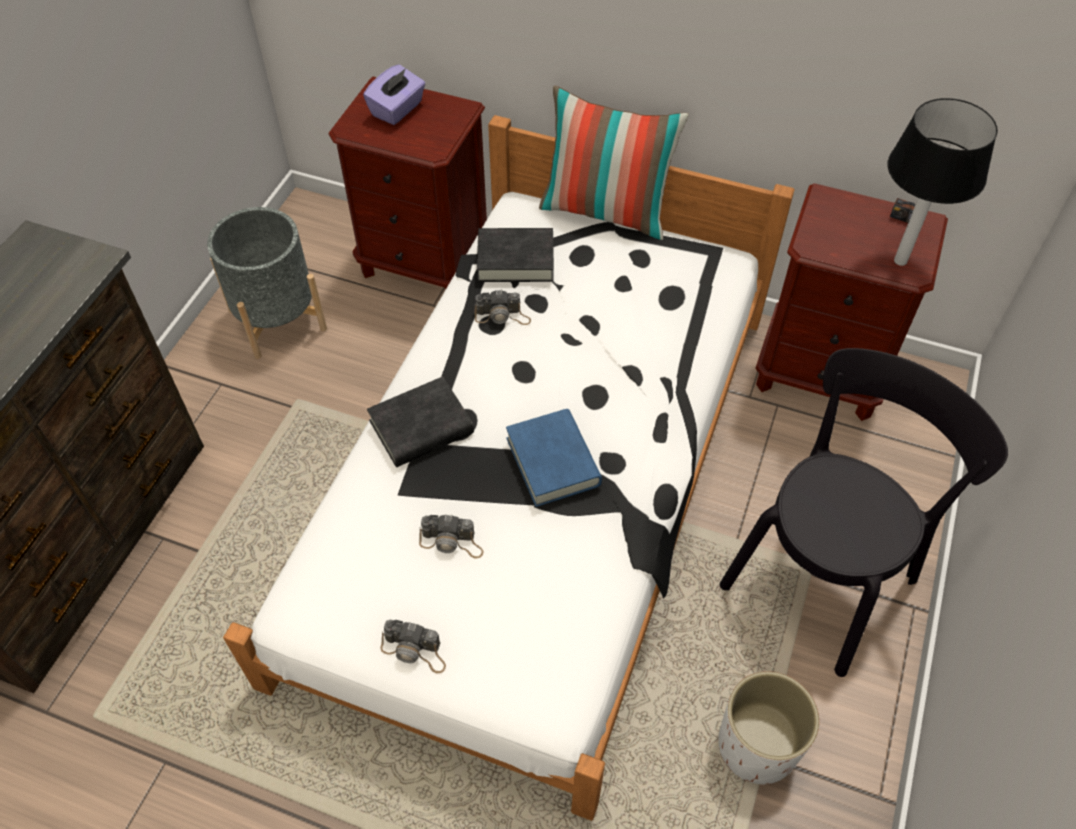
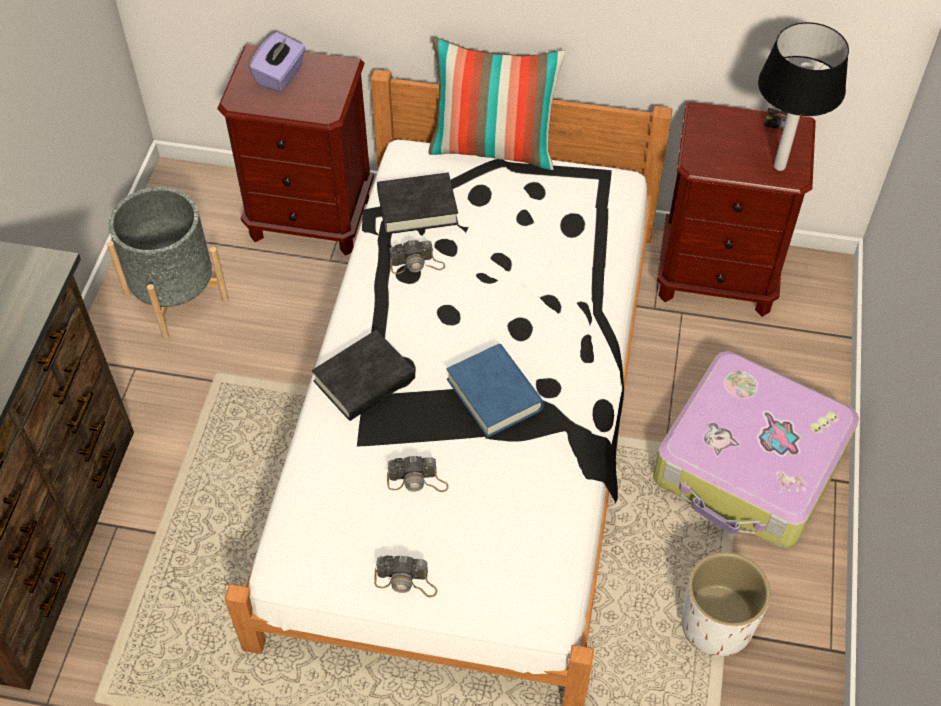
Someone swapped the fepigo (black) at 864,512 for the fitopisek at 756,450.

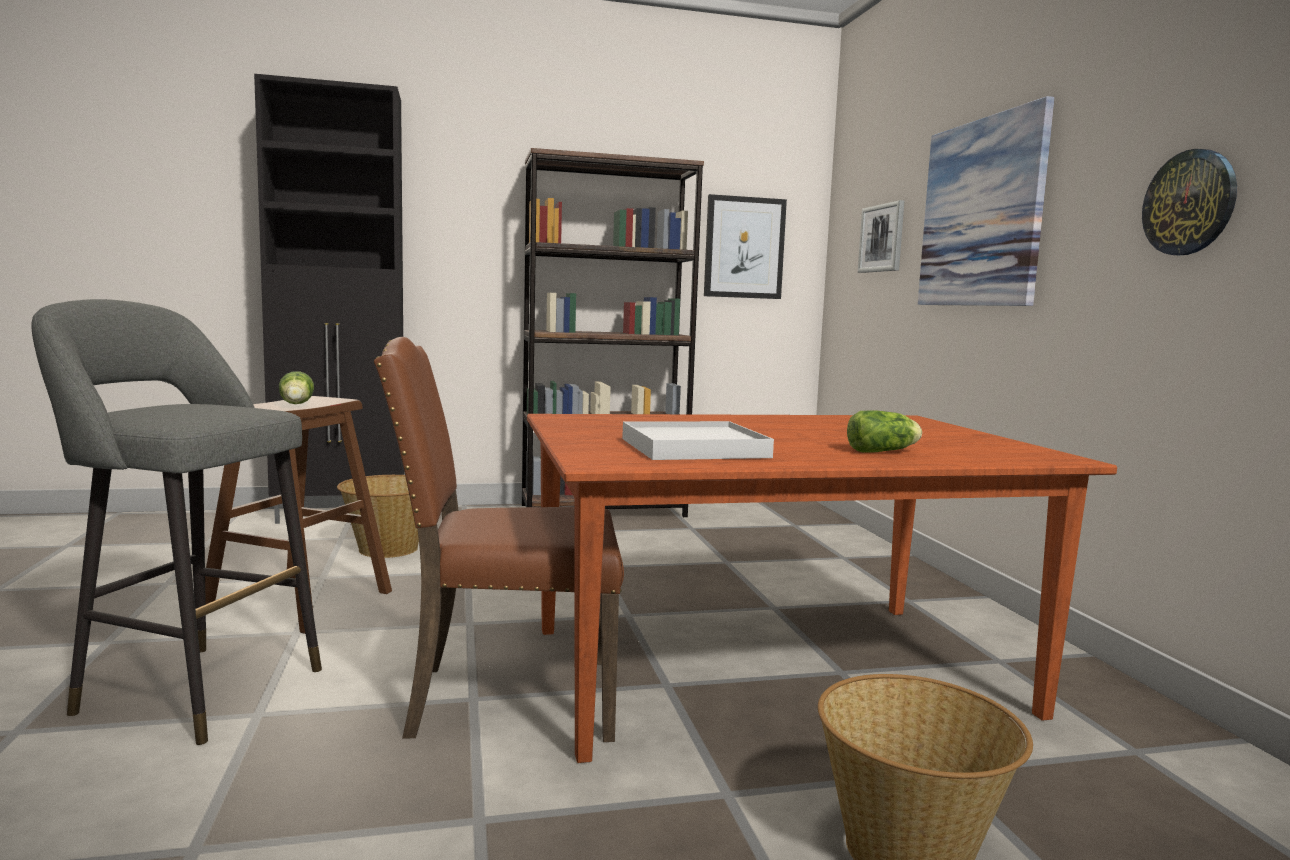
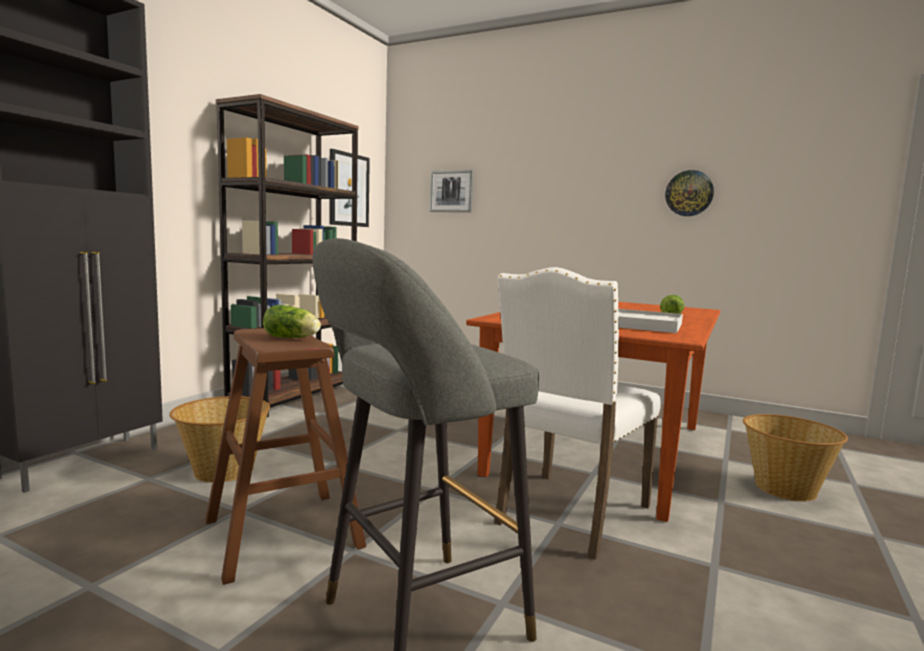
Someone took away the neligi at 986,201. Someone repainted the fepigo (brown) at 499,539, which became the fepigo (white) at 577,413.

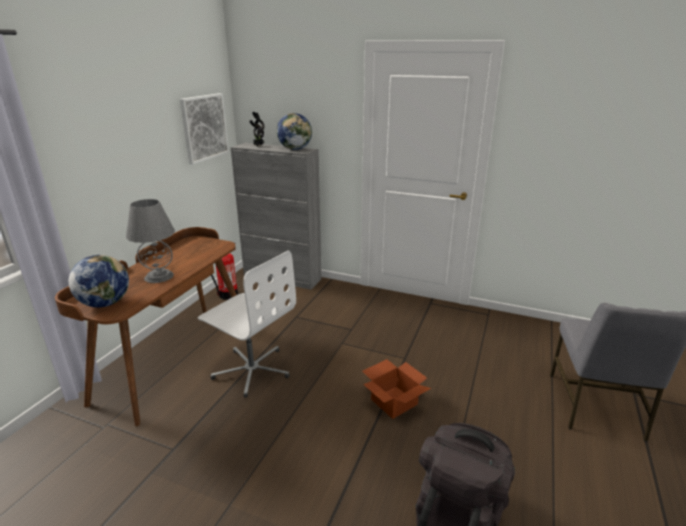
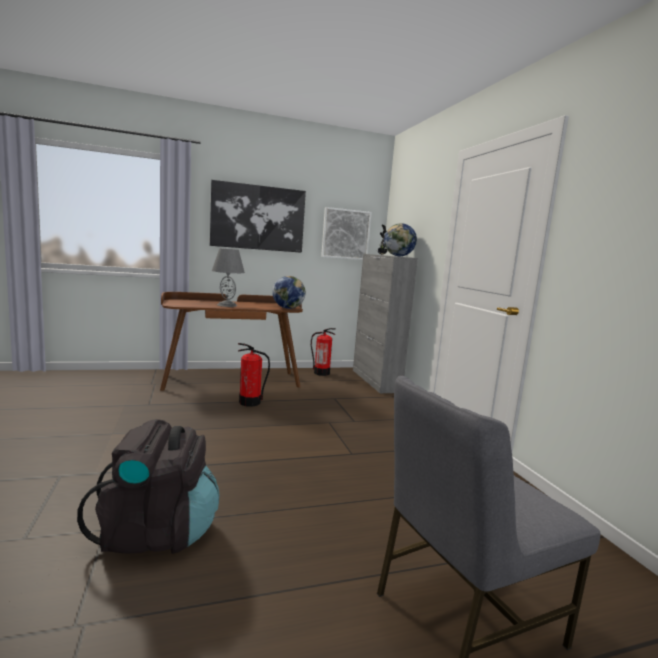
Someone took away the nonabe at 396,389. Someone put up the neligi at 258,216. Someone carried the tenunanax from 99,281 to 289,292. Someone swapped the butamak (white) at 247,324 for the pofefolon at 254,375.

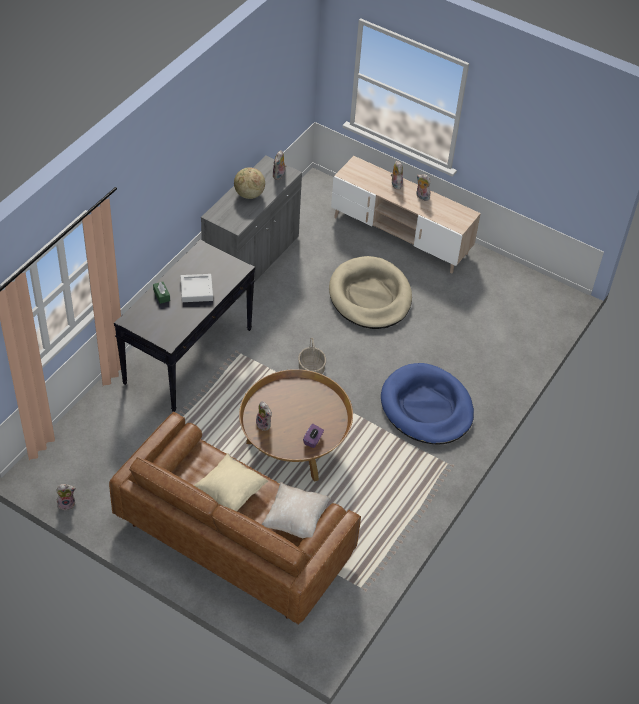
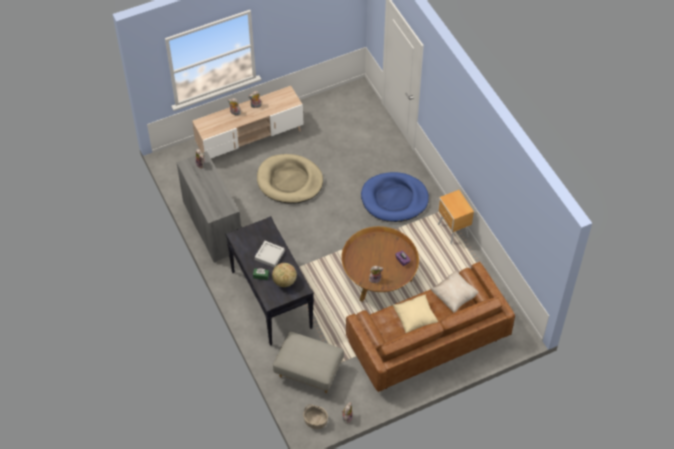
Someone put down the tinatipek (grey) at 308,362. Someone put down the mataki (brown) at 456,217. Someone carried the tenunanax from 249,183 to 284,275. Someone carried the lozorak from 312,356 to 315,416.

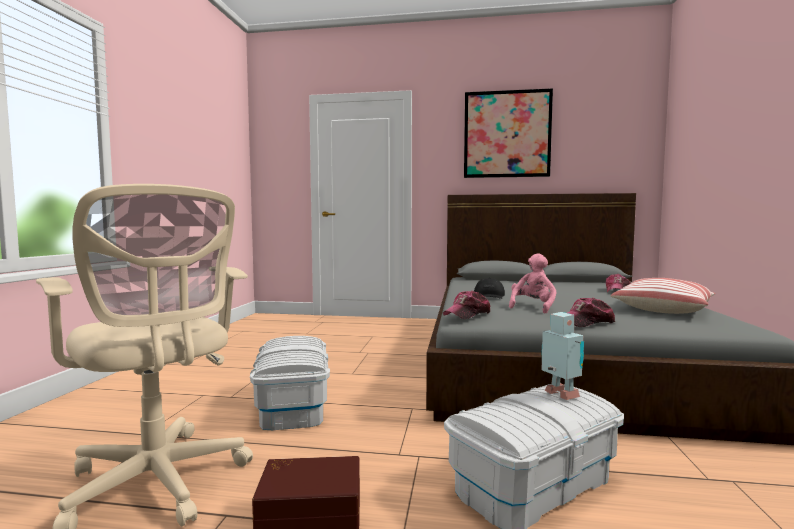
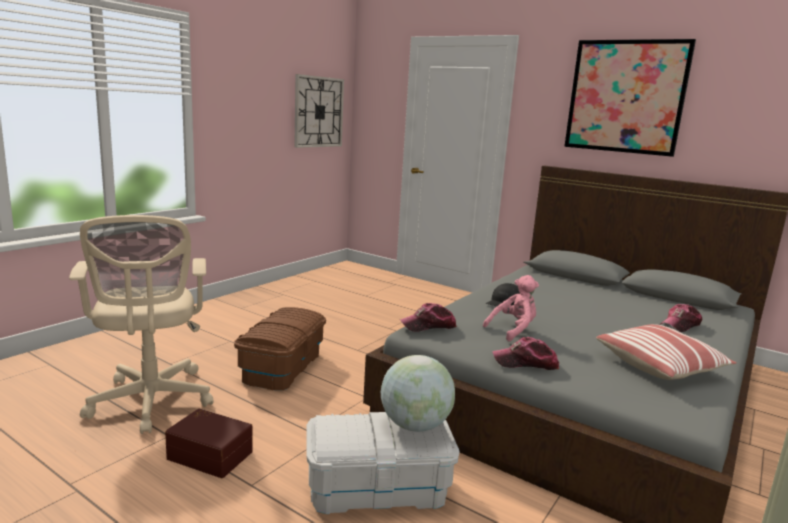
Someone put up the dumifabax at 319,111. Someone swapped the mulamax at 562,356 for the tenunanax at 418,393. Someone repainted the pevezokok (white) at 290,383, which became the pevezokok (brown) at 280,349.

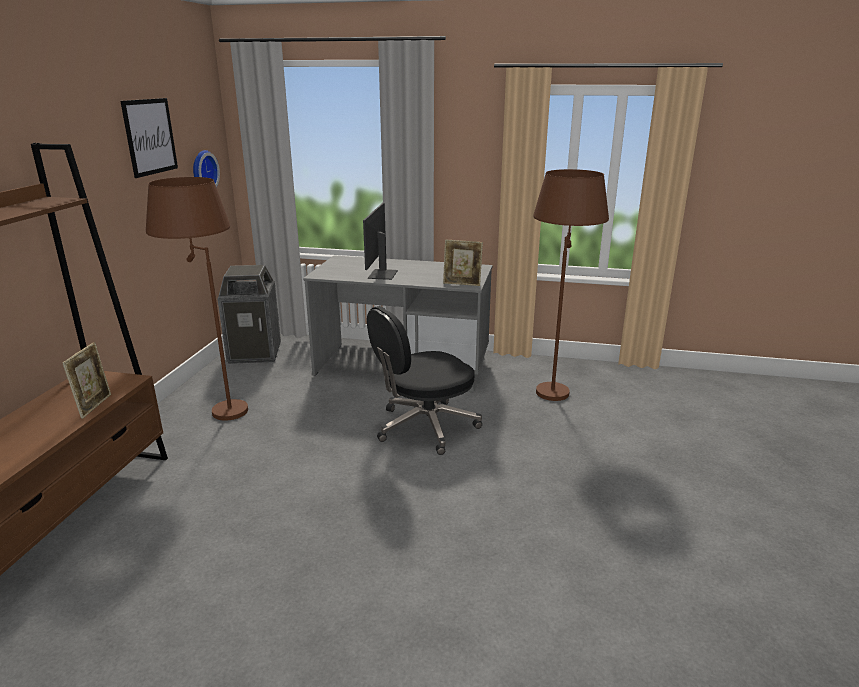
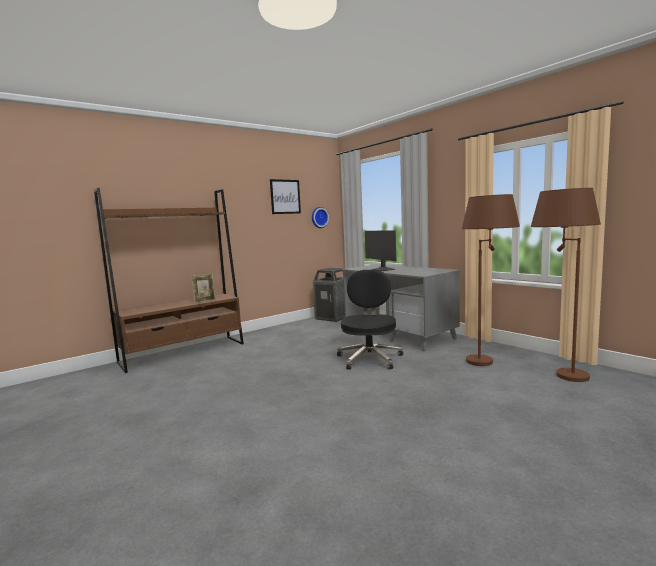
Someone took away the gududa at 463,262. Someone carried the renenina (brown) from 197,299 to 566,285. Someone rotated the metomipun at 380,241 by 75 degrees counterclockwise. Someone rotated the butamak (black) at 424,380 by 90 degrees clockwise.

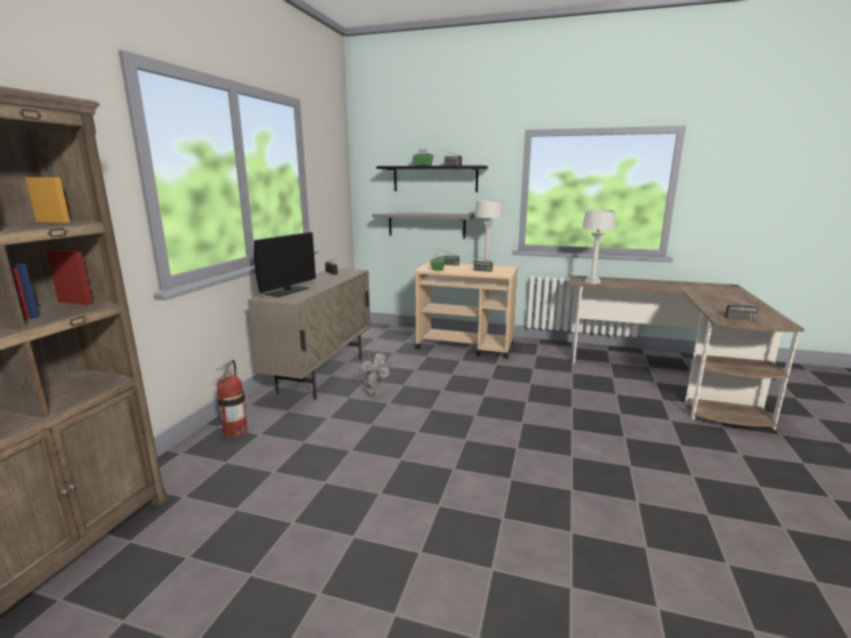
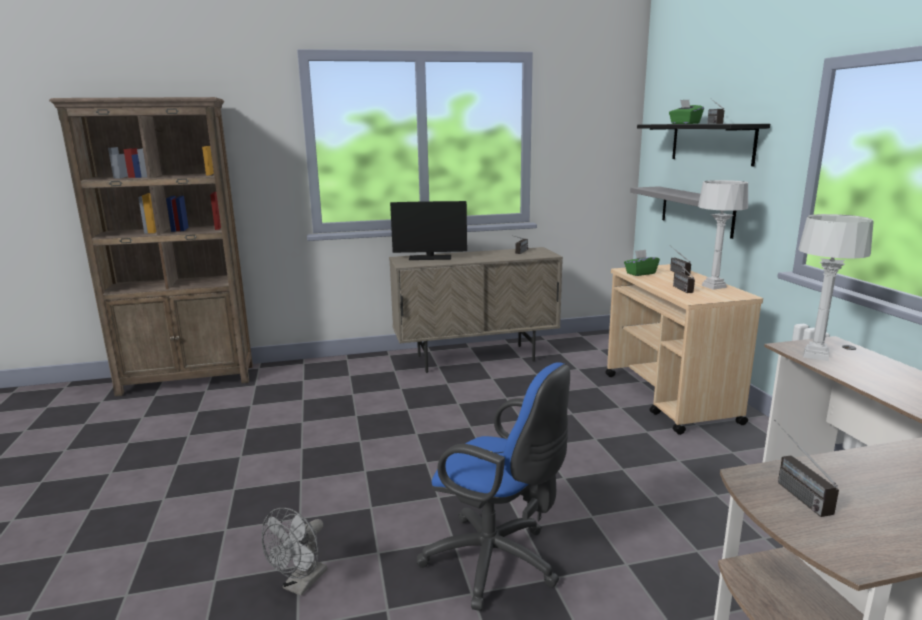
Someone took away the pofefolon at 232,399. Someone put down the butamak (blue) at 493,486. Someone carried the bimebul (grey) from 375,374 to 294,552.

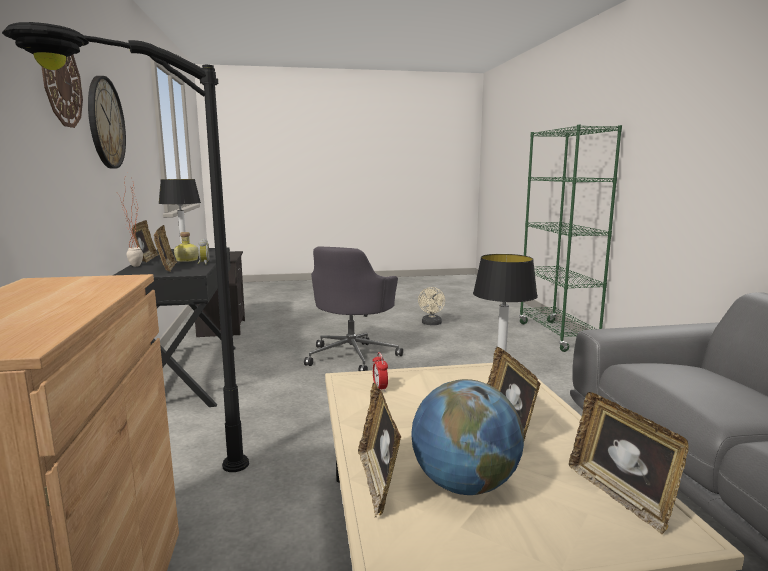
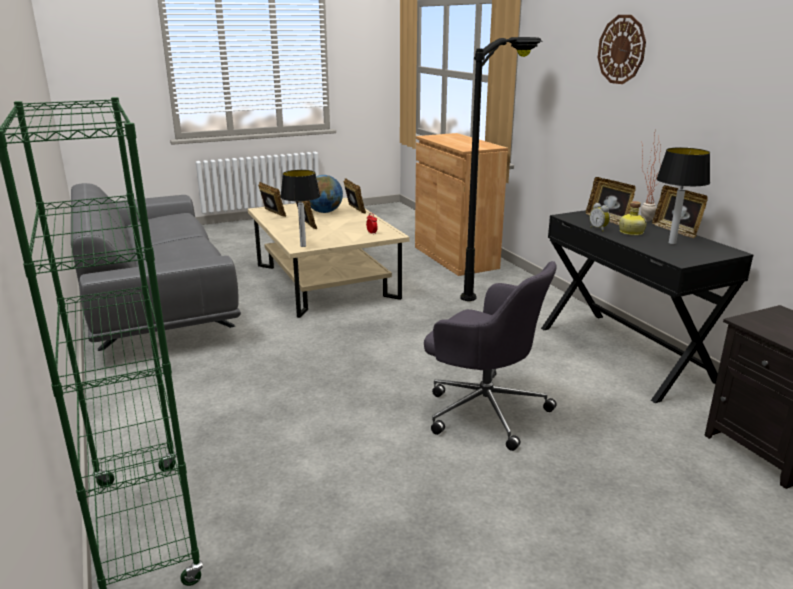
Someone took away the dumifabax at 107,122. Someone took away the bimebul (beige) at 431,306. Someone rotated the butamak (grey) at 353,309 by 120 degrees clockwise.

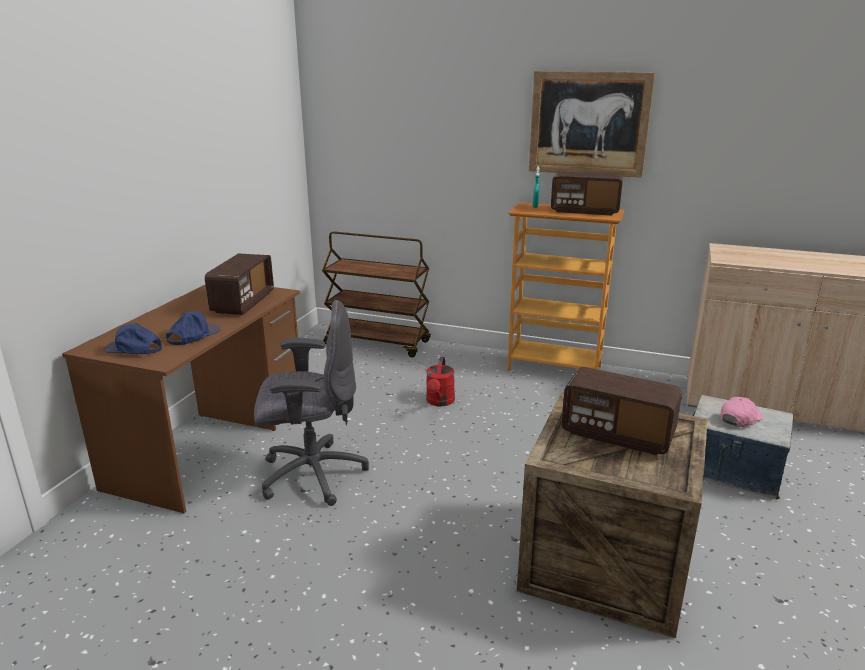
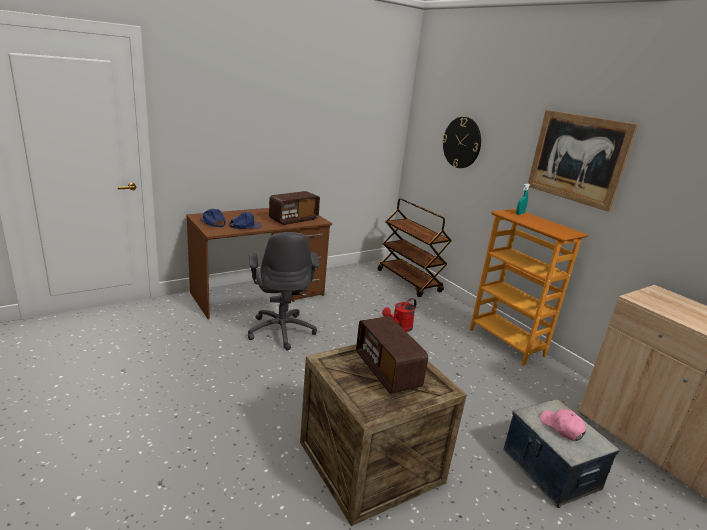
Someone took away the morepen at 587,193. Someone put up the dumifabax at 461,142. Someone rotated the butamak (grey) at 311,403 by 45 degrees clockwise. Someone rotated the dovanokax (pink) at 742,412 by 120 degrees counterclockwise.

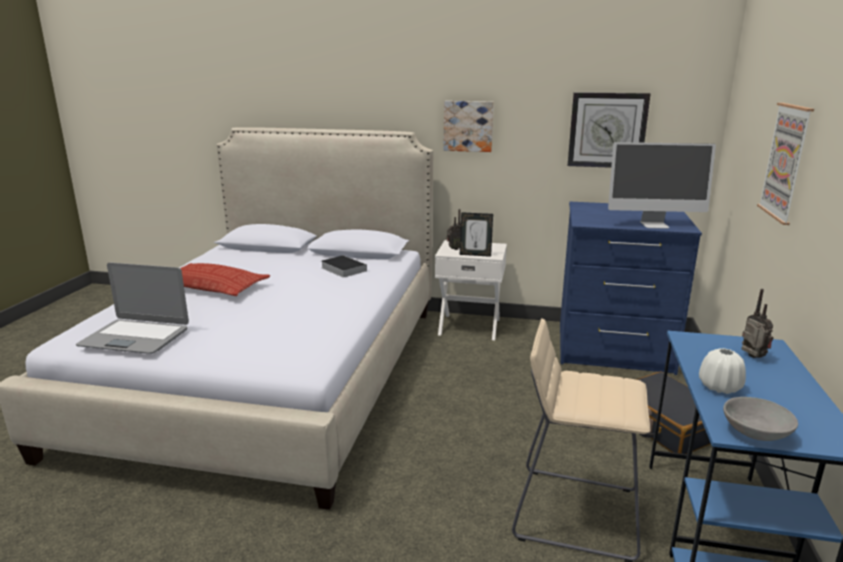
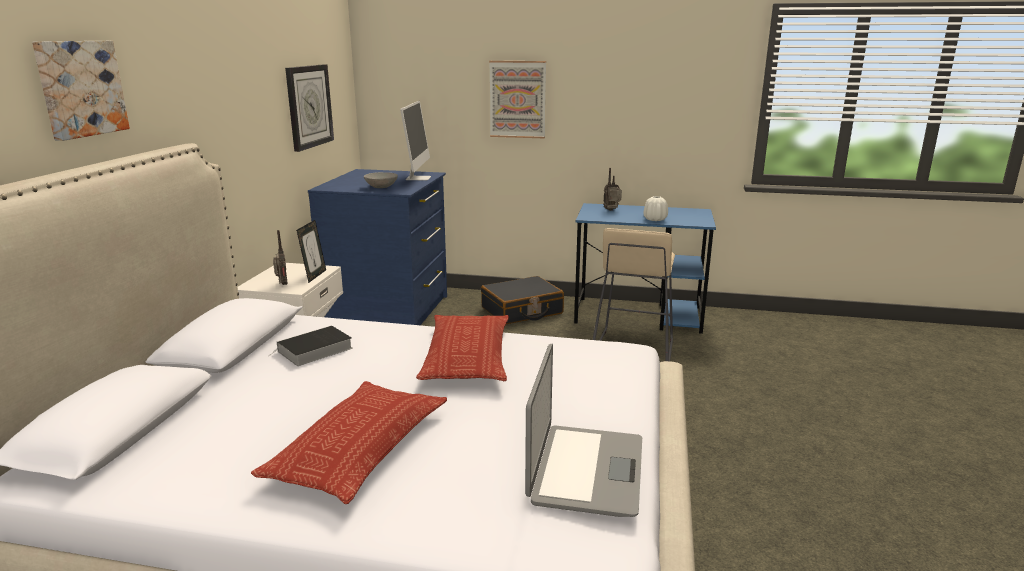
Someone put down the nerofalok at 462,348. Someone carried the neligi from 468,126 to 81,91. Someone carried the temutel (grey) from 760,419 to 381,180.

